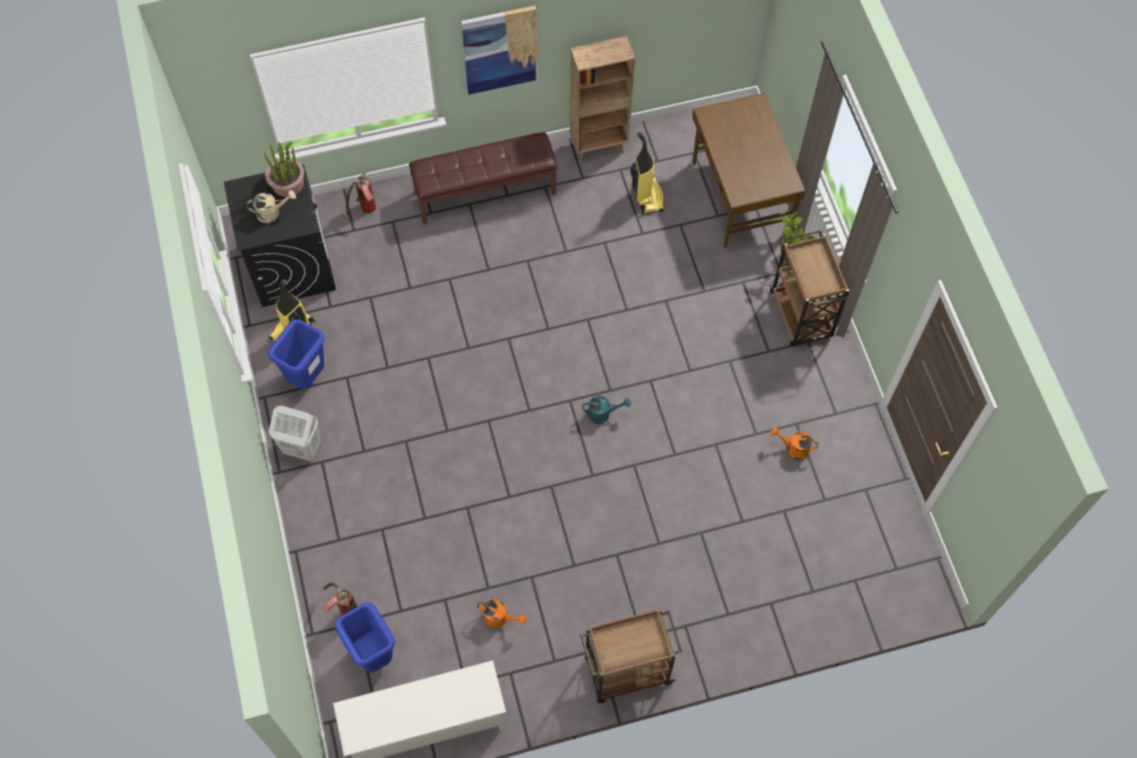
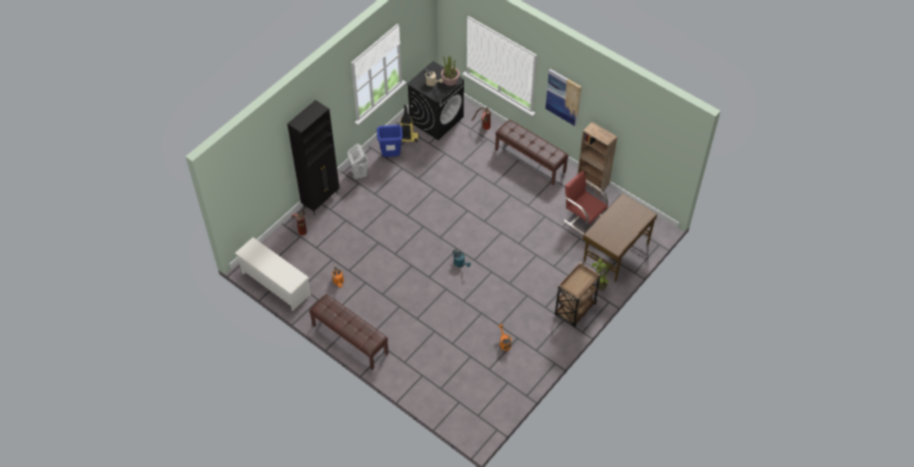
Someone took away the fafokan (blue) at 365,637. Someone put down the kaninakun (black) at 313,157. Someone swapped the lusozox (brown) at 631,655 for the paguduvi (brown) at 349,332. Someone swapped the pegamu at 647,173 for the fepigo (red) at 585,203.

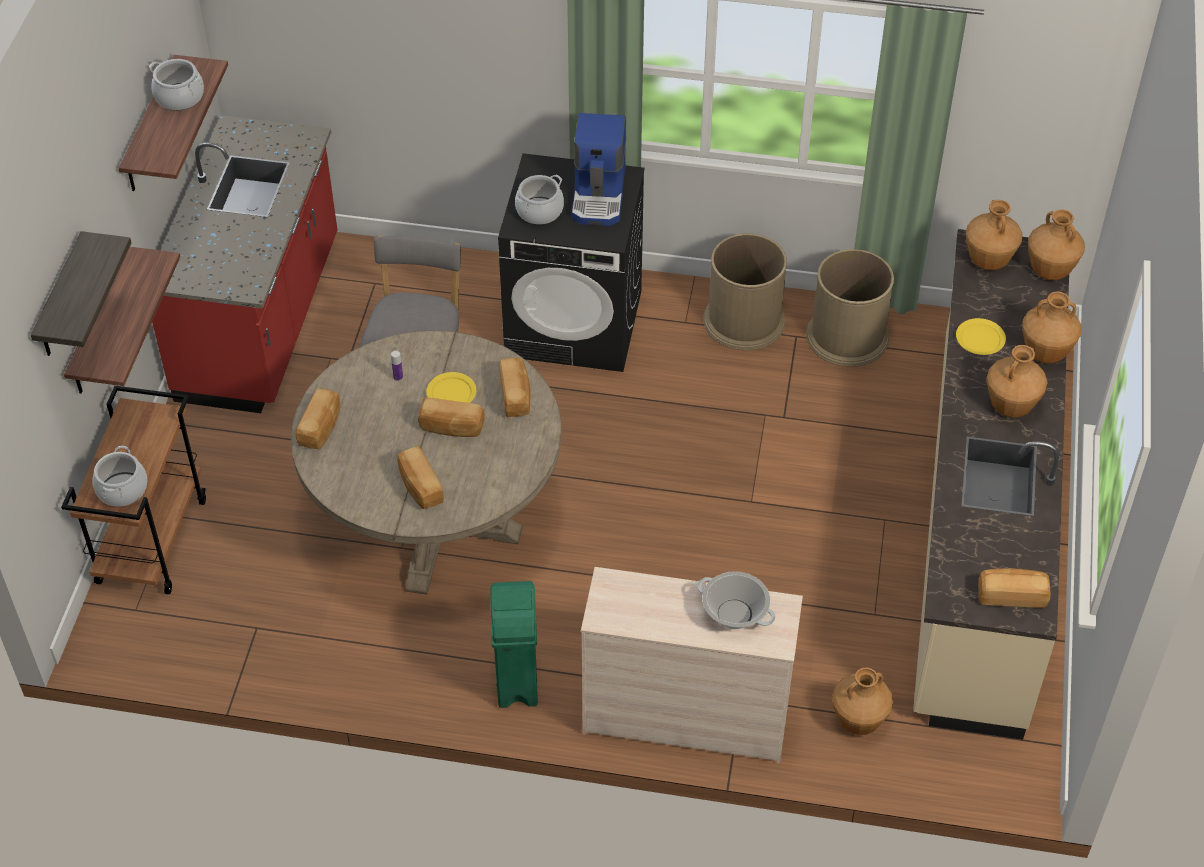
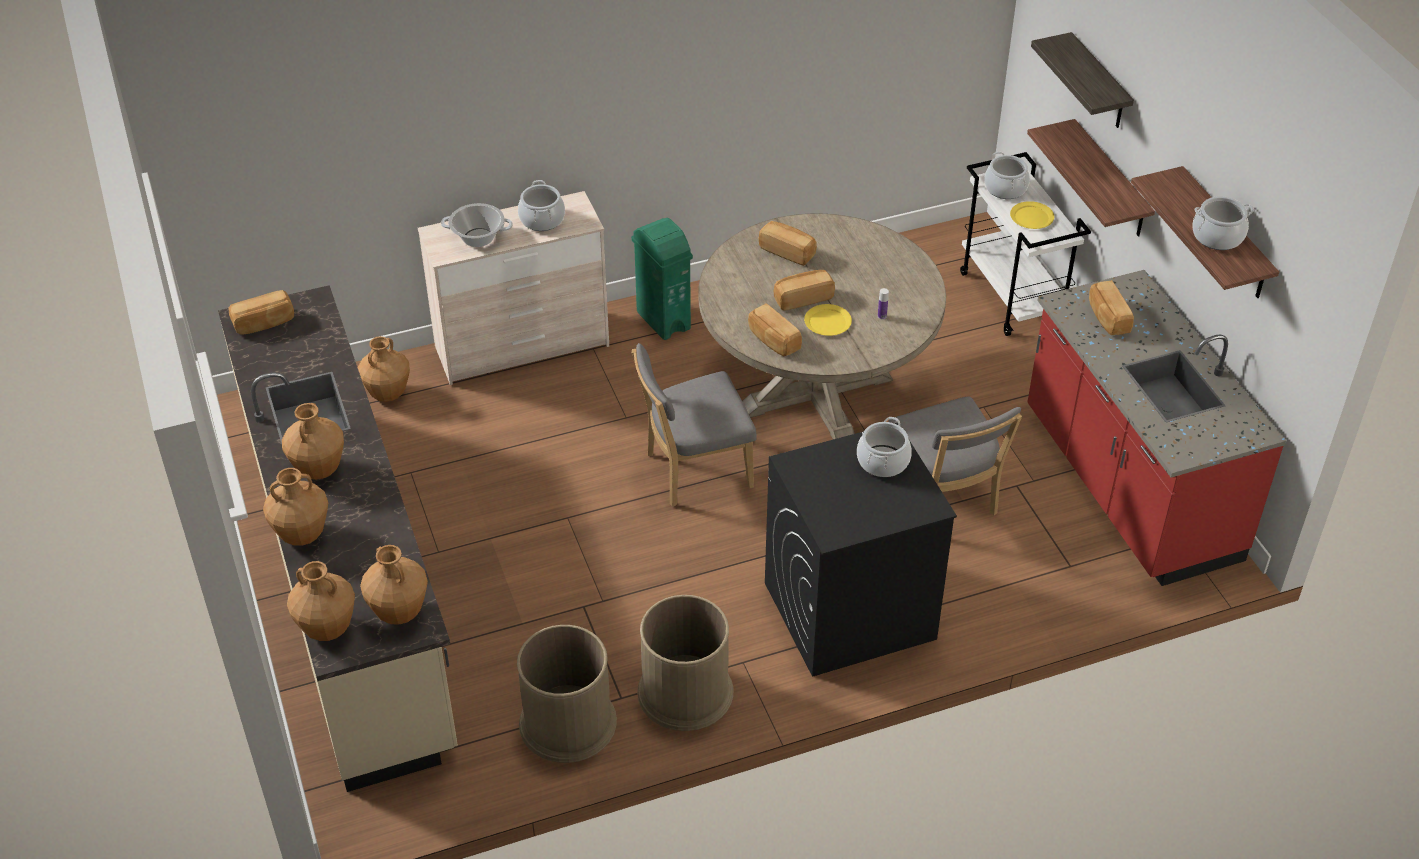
Someone took away the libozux at 599,169. Someone put down the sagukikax at 541,205. Someone put down the fepigo (grey) at 694,425. Someone carried the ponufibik from 318,418 to 1111,307. Someone carried the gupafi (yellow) from 981,336 to 1032,215. Someone repainted the lusozox (brown) at 133,490, which became the lusozox (white) at 1025,244.

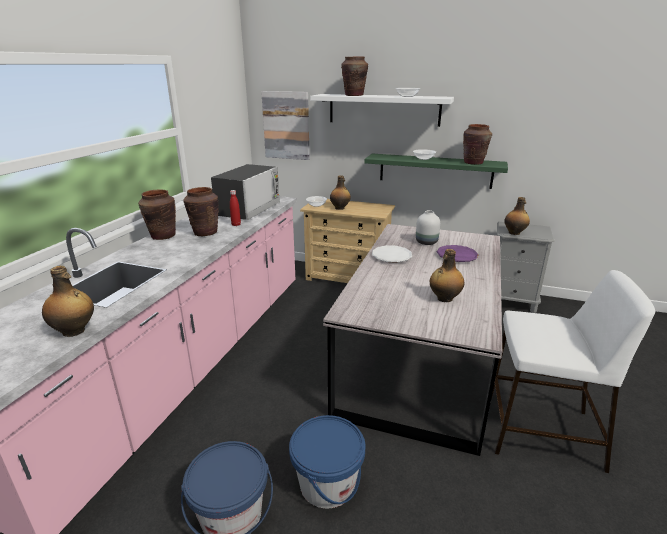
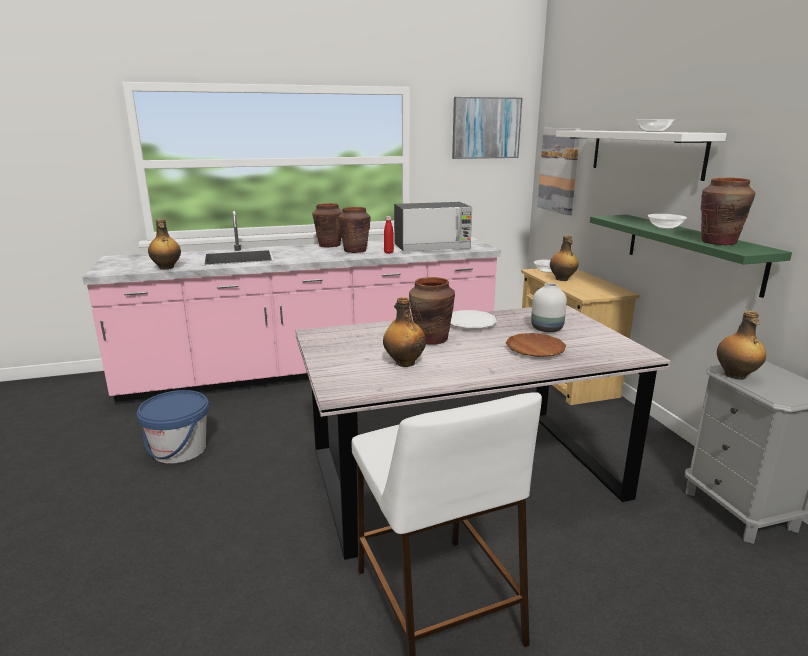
Someone took away the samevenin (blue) at 327,462. Someone put up the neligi at 487,128. Someone carried the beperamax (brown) from 354,76 to 432,311. Someone repainted the gupafi (purple) at 457,253, which became the gupafi (brown) at 536,345.

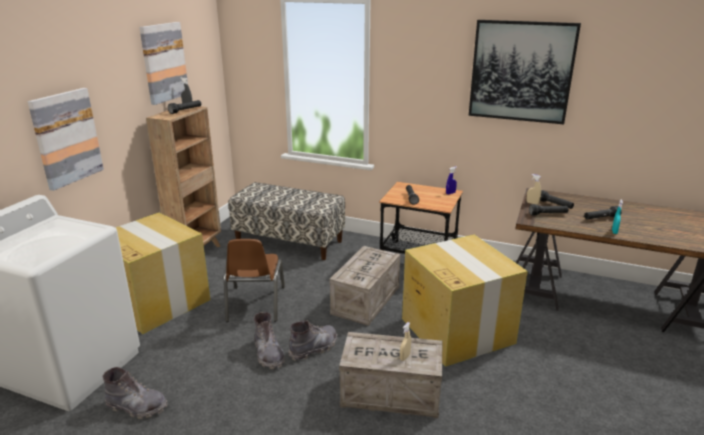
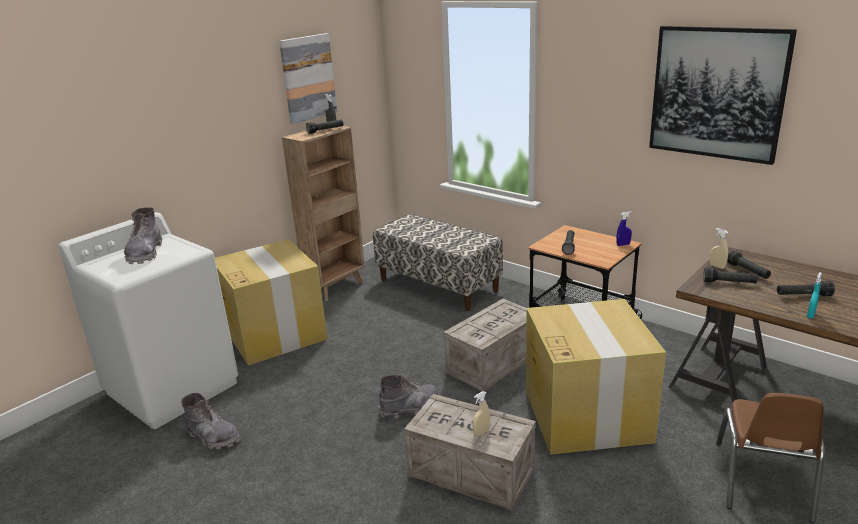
Someone took away the neligi at 66,139. Someone carried the fepigo (brown) from 254,280 to 770,458. Someone carried the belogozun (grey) from 269,340 to 143,235.

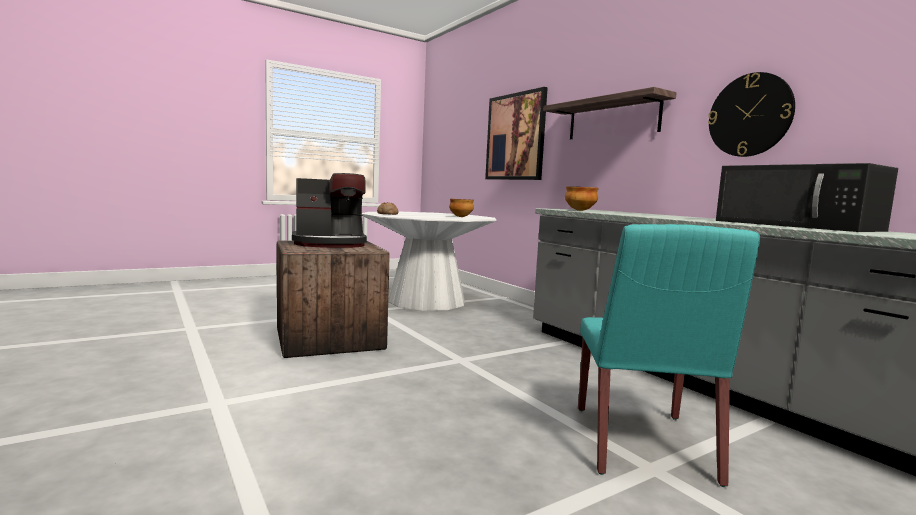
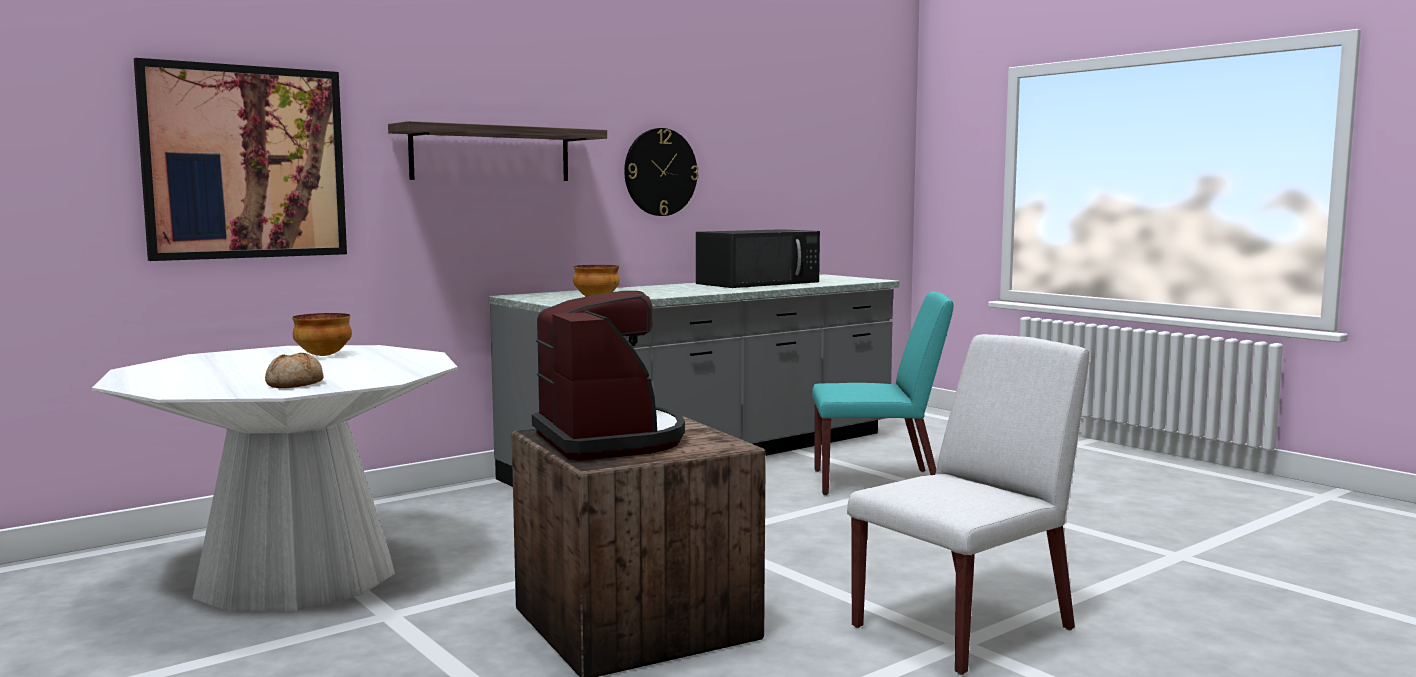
Someone put down the fepigo (white) at 968,504.

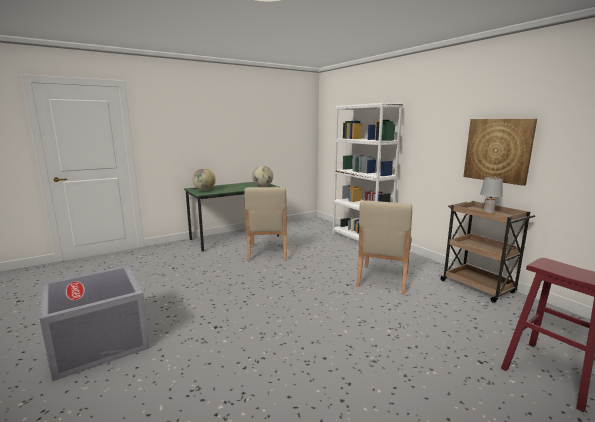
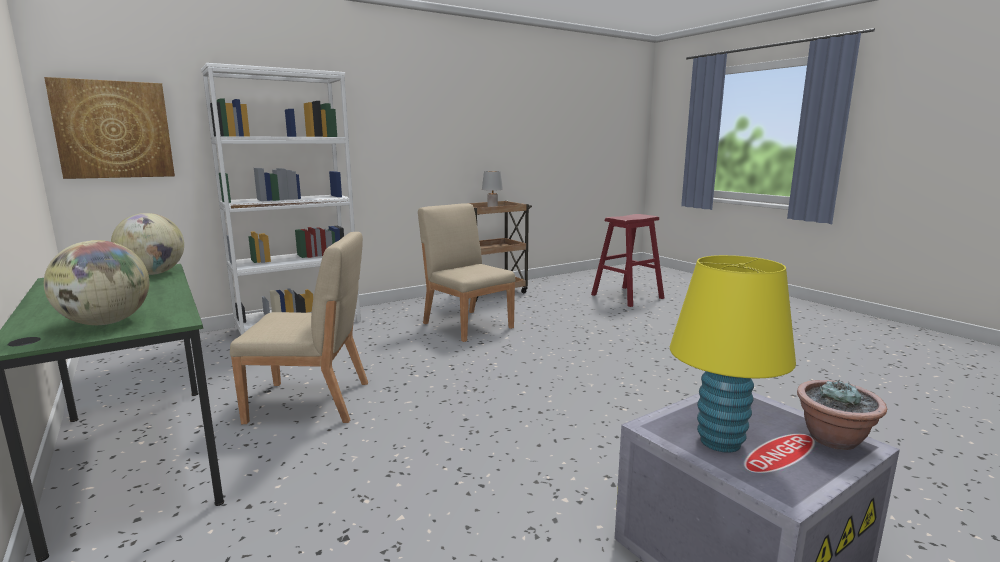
Someone put down the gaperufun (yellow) at 733,354. Someone put down the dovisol at 842,415. Someone carried the neligi from 500,152 to 109,128. Someone rotated the fepigo (beige) at 384,247 by 150 degrees counterclockwise.

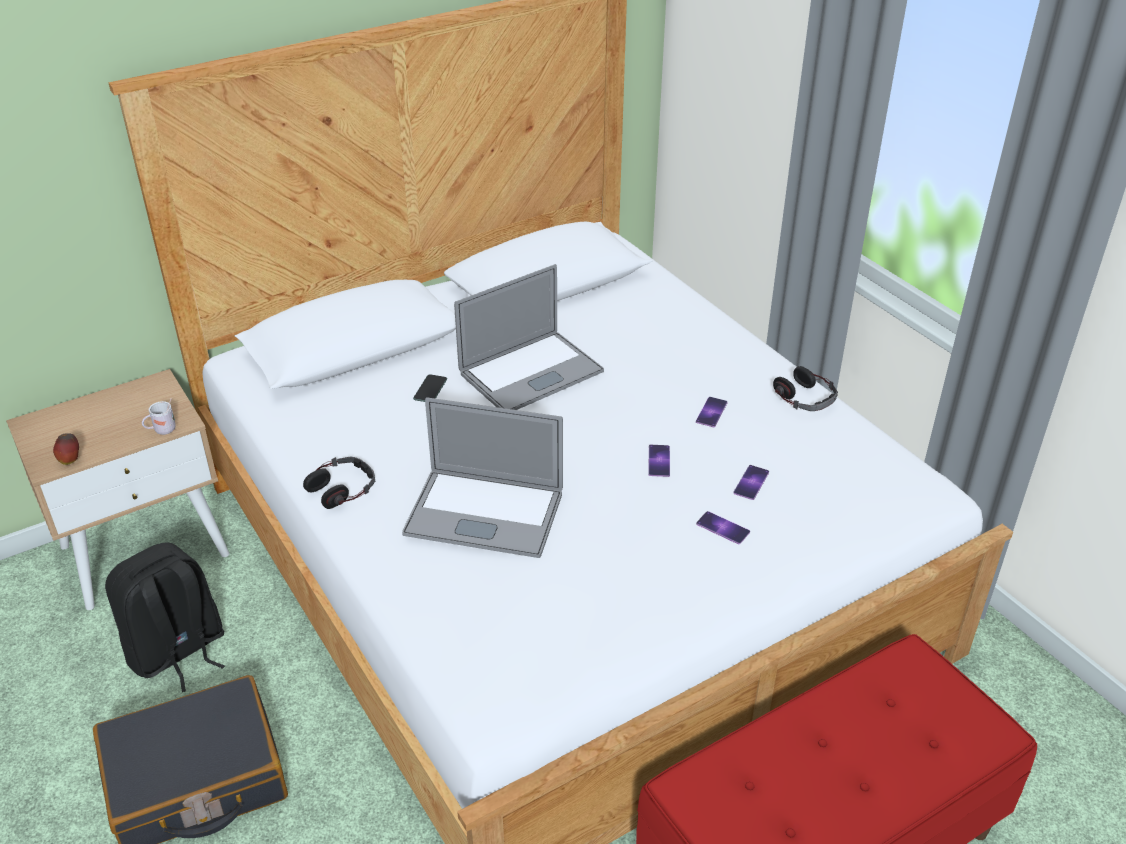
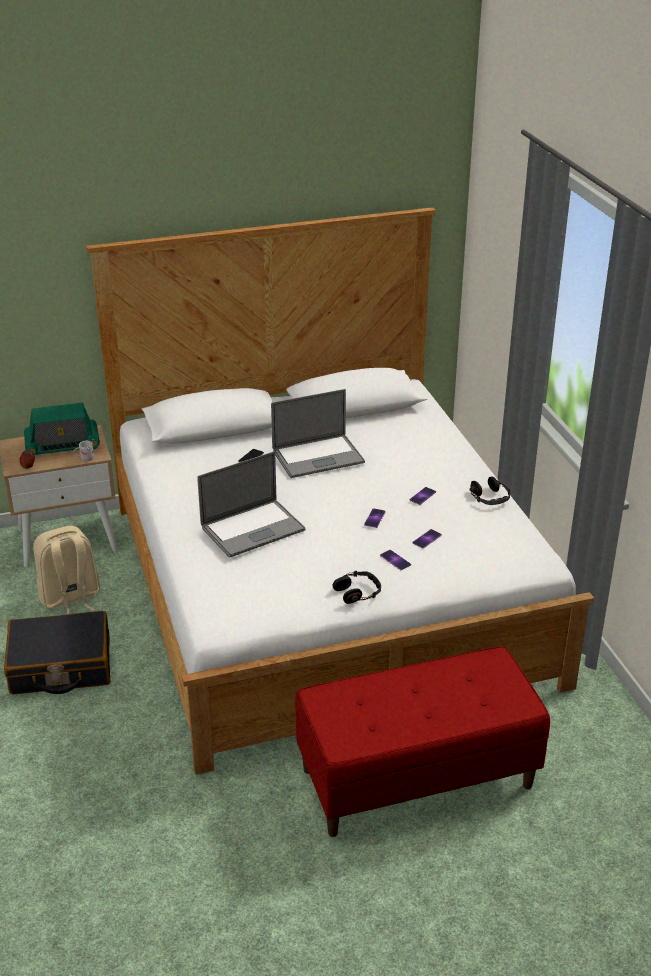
Someone put down the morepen at 62,429. Someone carried the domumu from 339,482 to 357,587. Someone repainted the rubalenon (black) at 165,617, which became the rubalenon (beige) at 66,570. Someone rotated the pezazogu at 482,477 by 60 degrees counterclockwise.

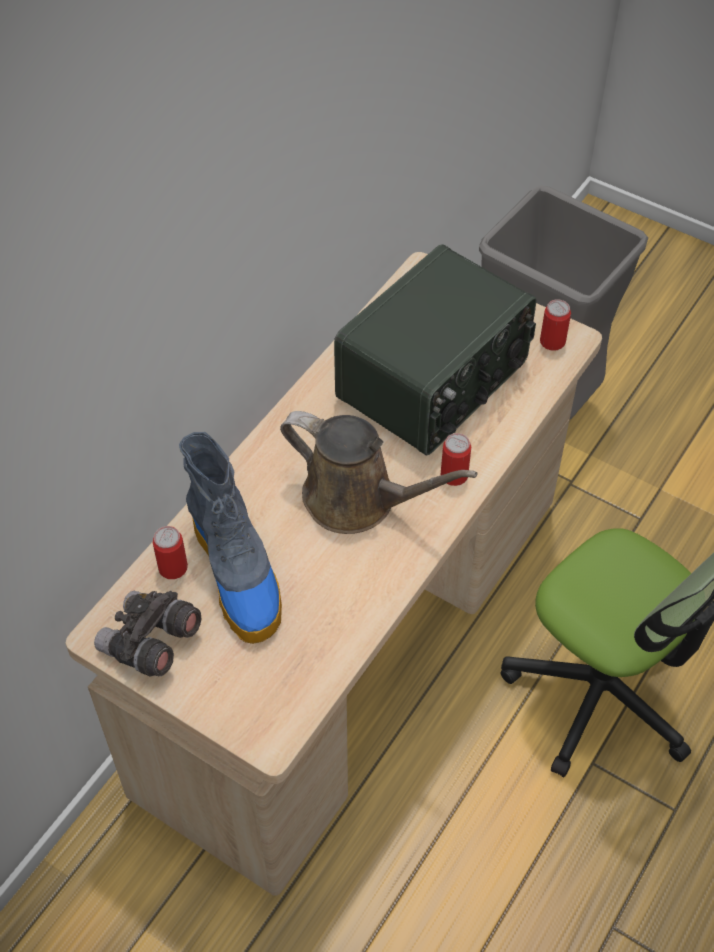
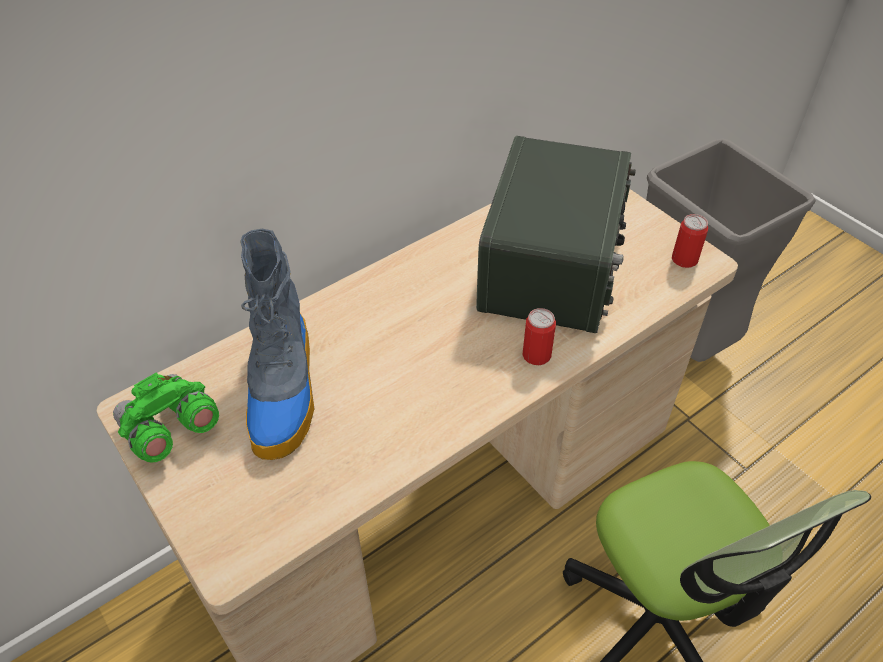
Someone took away the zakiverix at 170,552. Someone took away the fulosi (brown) at 379,472. Someone repainted the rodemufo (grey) at 148,634, which became the rodemufo (green) at 166,417. Someone rotated the morepen at 435,350 by 45 degrees counterclockwise.

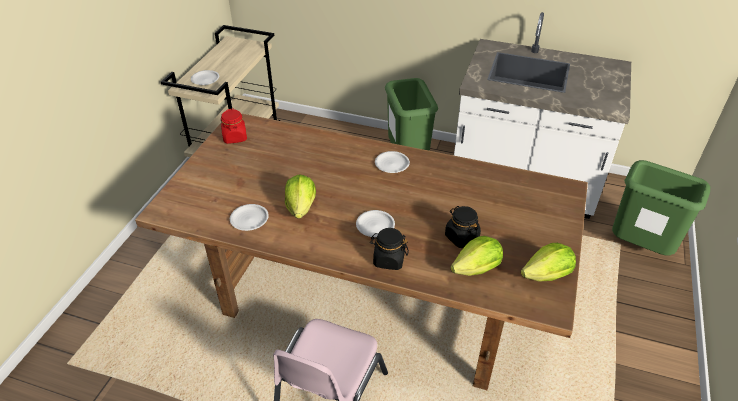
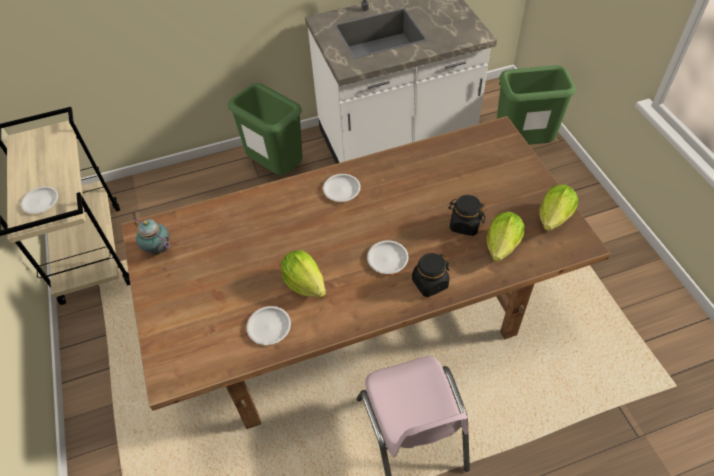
Someone swapped the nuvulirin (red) at 234,126 for the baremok at 152,237.

